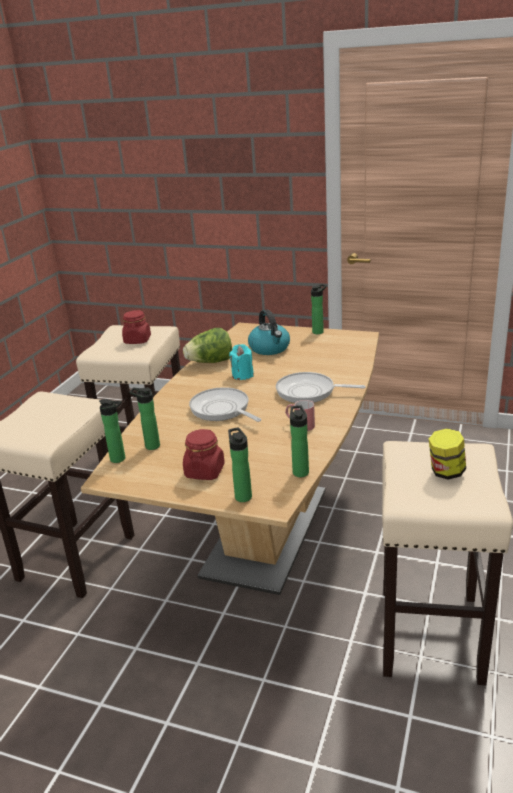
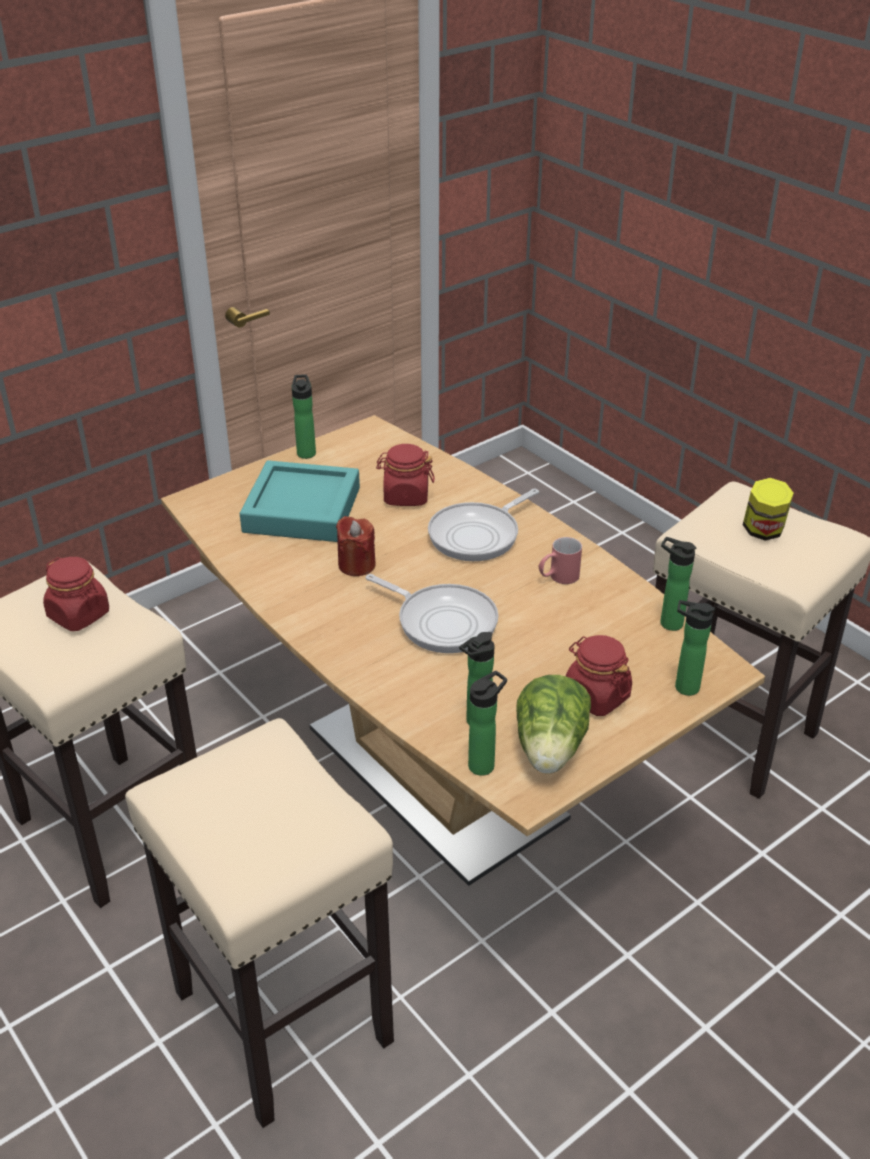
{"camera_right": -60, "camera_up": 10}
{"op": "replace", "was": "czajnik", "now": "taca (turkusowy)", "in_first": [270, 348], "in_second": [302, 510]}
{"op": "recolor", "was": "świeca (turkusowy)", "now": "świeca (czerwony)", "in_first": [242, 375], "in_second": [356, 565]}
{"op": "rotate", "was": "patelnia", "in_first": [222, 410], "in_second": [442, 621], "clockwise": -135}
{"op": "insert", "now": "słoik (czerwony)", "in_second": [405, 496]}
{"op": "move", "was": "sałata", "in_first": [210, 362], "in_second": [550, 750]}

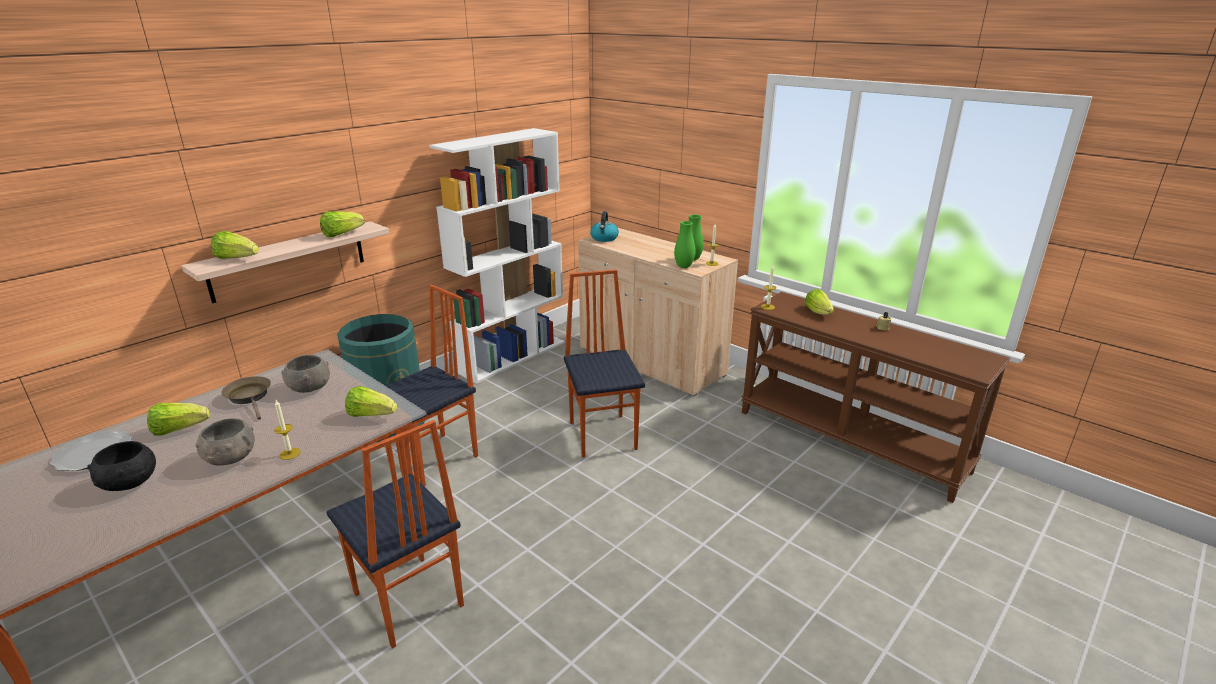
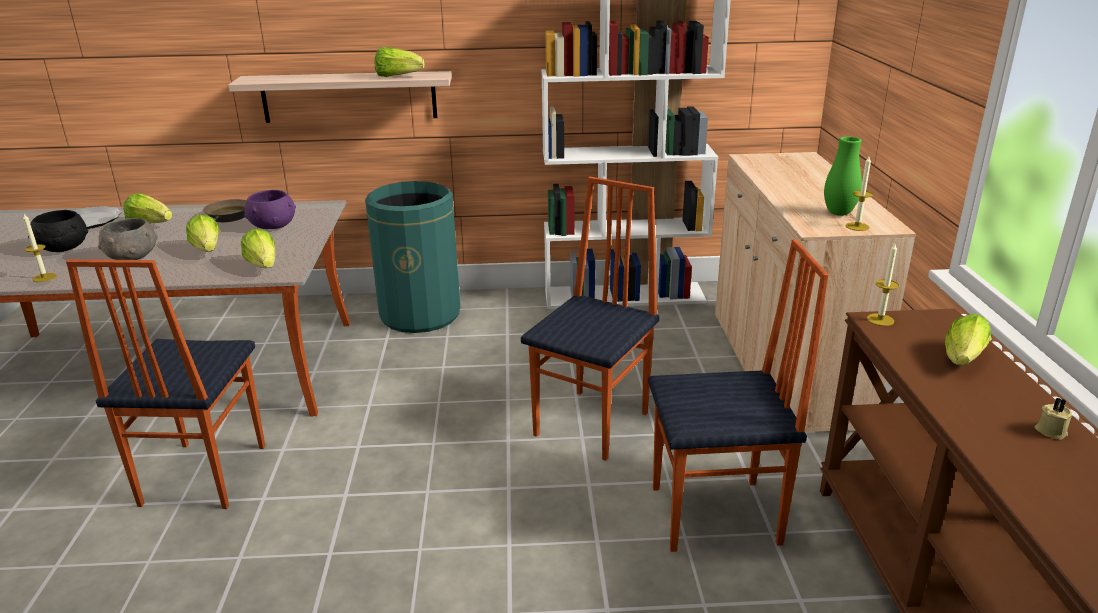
{"camera_right": 45, "camera_up": 0}
{"op": "move", "was": "świeca", "in_first": [290, 453], "in_second": [44, 277]}
{"op": "move", "was": "sałata", "in_first": [237, 258], "in_second": [207, 249]}
{"op": "recolor", "was": "miska (szary)", "now": "miska (fioletowy)", "in_first": [309, 387], "in_second": [272, 225]}
{"op": "move", "was": "krzesło", "in_first": [435, 459], "in_second": [717, 516]}
{"op": "delete", "was": "czajnik", "in_first": [604, 238]}
{"op": "delete", "was": "wazon (zielony)", "in_first": [684, 266]}

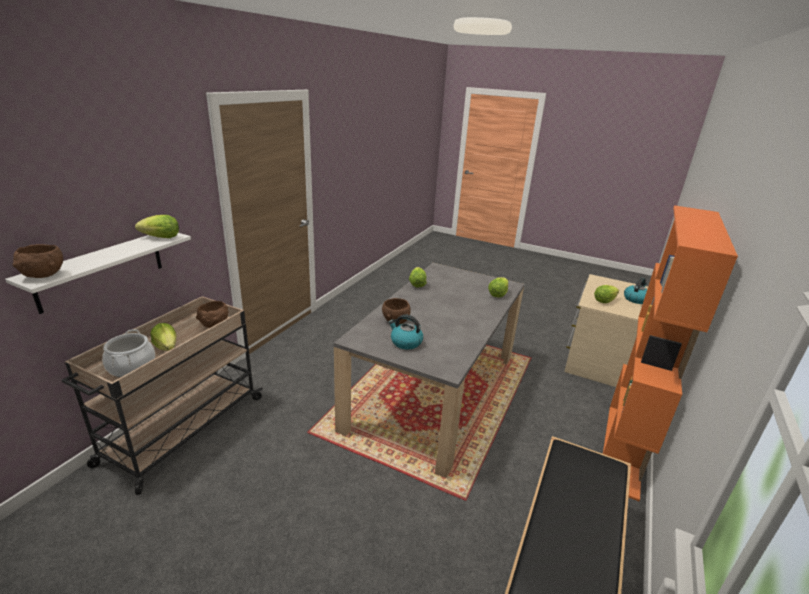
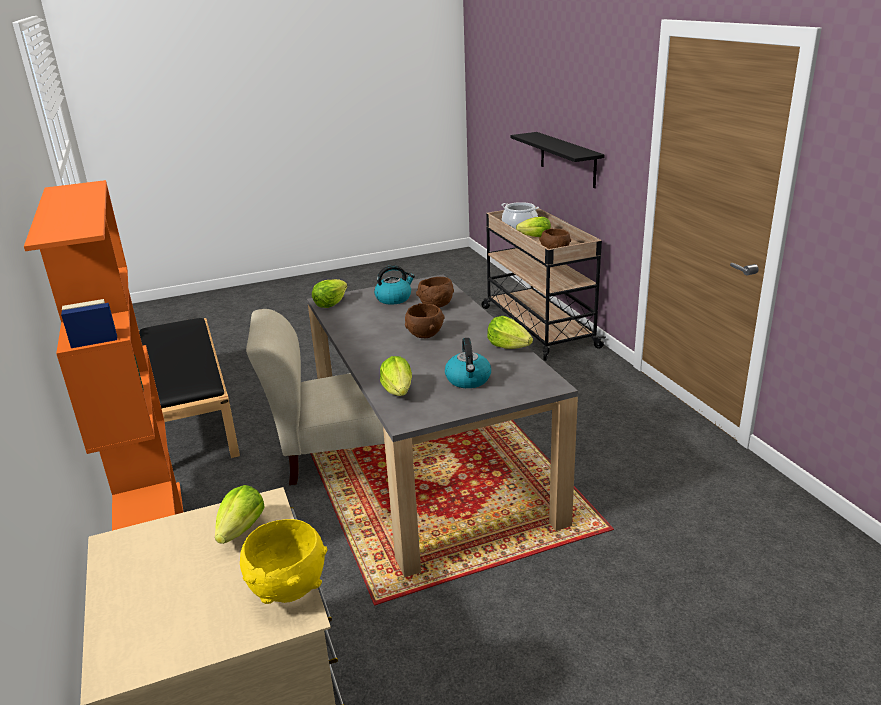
{"camera_right": 135, "camera_up": 0}
{"op": "insert", "now": "miska (żółty)", "in_second": [288, 591]}
{"op": "insert", "now": "krzesło (beżowy)", "in_second": [338, 453]}
{"op": "move", "was": "sałata", "in_first": [161, 238], "in_second": [330, 304]}
{"op": "move", "was": "miska (brązowy)", "in_first": [44, 275], "in_second": [424, 335]}
{"op": "move", "was": "czajnik", "in_first": [635, 299], "in_second": [468, 380]}
{"op": "recolor", "was": "półka (biały)", "now": "półka (czarny)", "in_first": [101, 269], "in_second": [567, 159]}

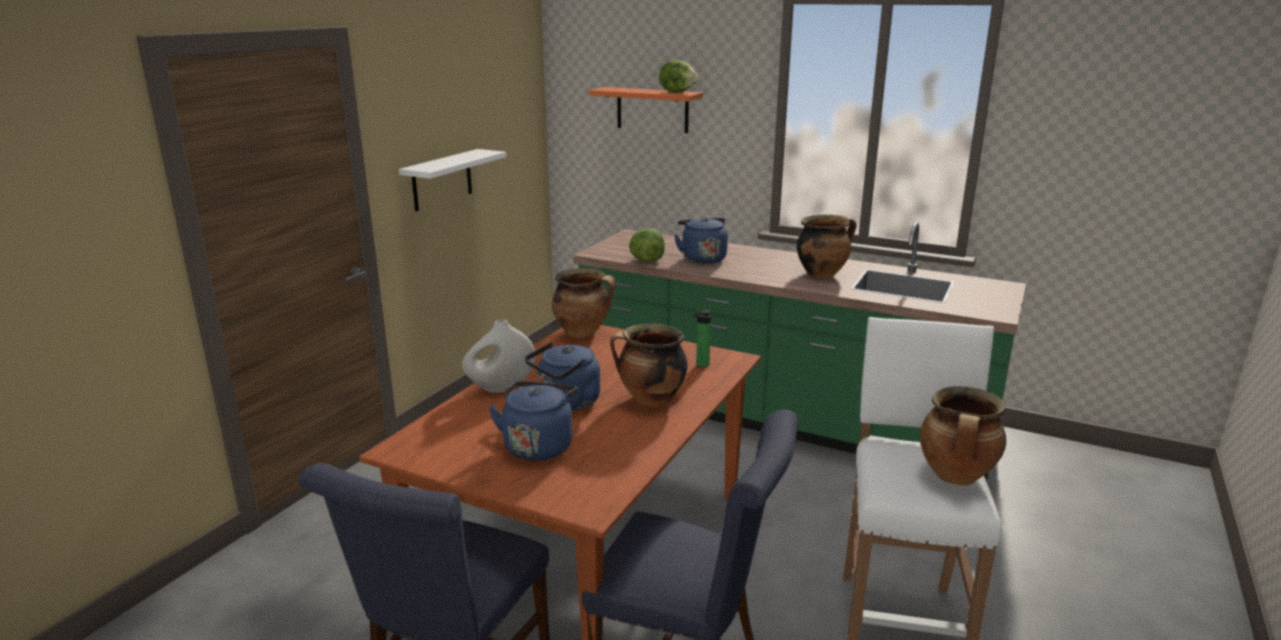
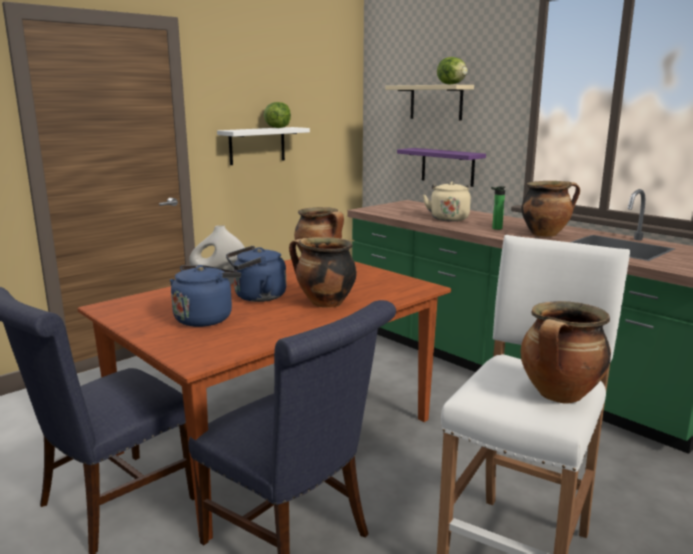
{"camera_right": 20, "camera_up": -5}
{"op": "move", "was": "sałata", "in_first": [647, 260], "in_second": [277, 128]}
{"op": "recolor", "was": "półka (pomarańczowy)", "now": "półka (beżowy)", "in_first": [652, 110], "in_second": [436, 102]}
{"op": "insert", "now": "półka (fioletowy)", "in_second": [447, 167]}
{"op": "recolor", "was": "czajnik (niebieski)", "now": "czajnik (beżowy)", "in_first": [702, 258], "in_second": [448, 218]}
{"op": "move", "was": "butelka", "in_first": [700, 364], "in_second": [495, 228]}

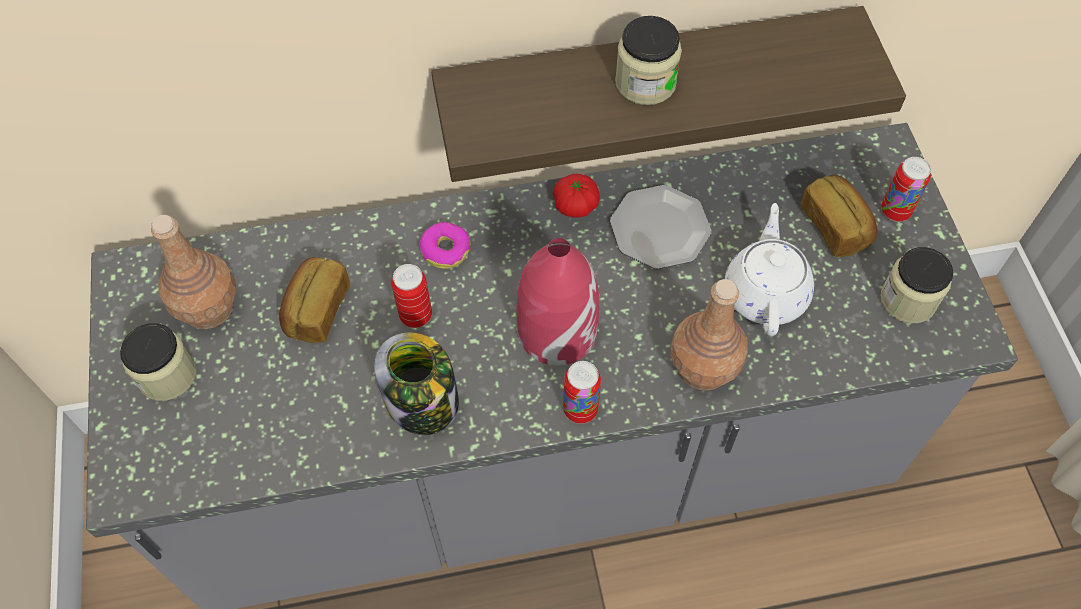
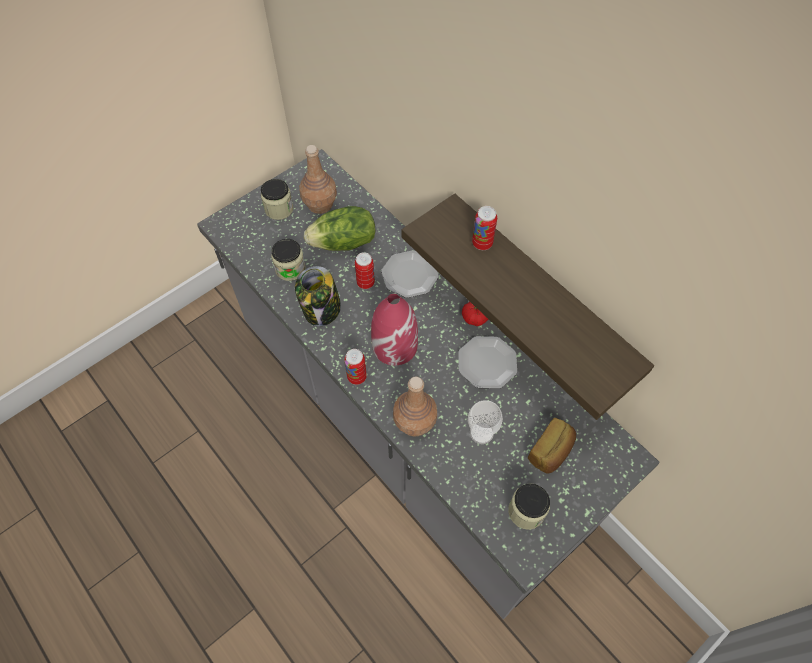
{"camera_right": 60, "camera_up": 0}
{"op": "move", "was": "słoik", "in_first": [645, 83], "in_second": [290, 269]}
{"op": "replace", "was": "chleb", "now": "sałata", "in_first": [316, 310], "in_second": [344, 243]}
{"op": "replace", "was": "donut", "now": "talerz", "in_first": [445, 250], "in_second": [410, 276]}
{"op": "replace", "was": "imbryk (biały)", "now": "filiżanka", "in_first": [765, 292], "in_second": [481, 433]}
{"op": "move", "was": "puszka", "in_first": [895, 211], "in_second": [482, 243]}

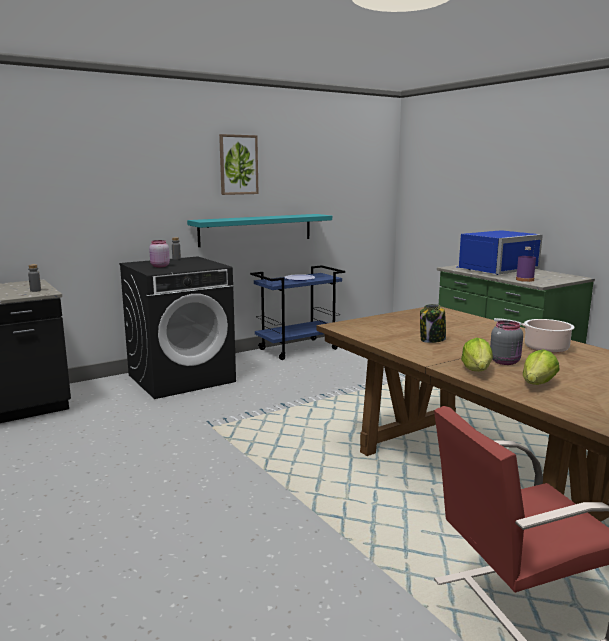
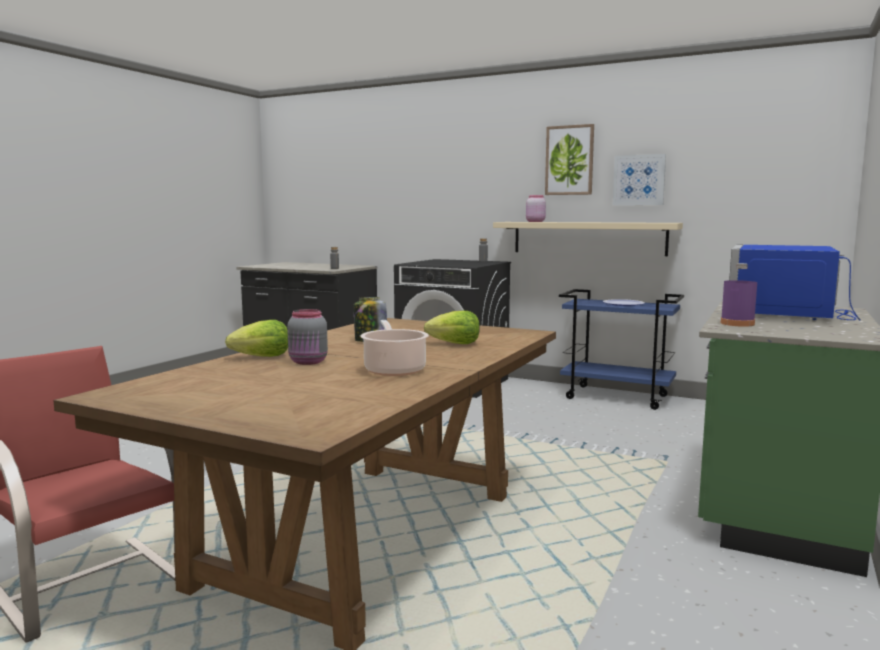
{"camera_right": 60, "camera_up": -5}
{"op": "move", "was": "sałata", "in_first": [538, 384], "in_second": [455, 344]}
{"op": "recolor", "was": "półka (turkusowy)", "now": "półka (beżowy)", "in_first": [256, 229], "in_second": [588, 238]}
{"op": "move", "was": "słoik (różowy)", "in_first": [159, 266], "in_second": [534, 222]}
{"op": "insert", "now": "obraz", "in_second": [639, 180]}
{"op": "rotate", "was": "mikrofalówka (niebieski)", "in_first": [494, 269], "in_second": [788, 313], "clockwise": 90}

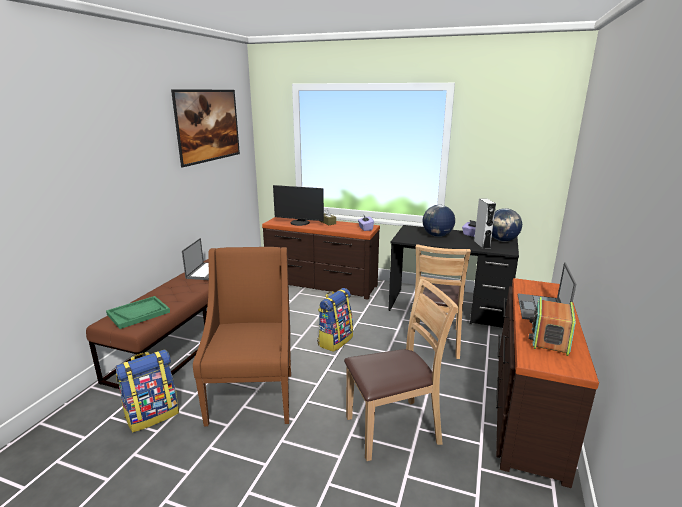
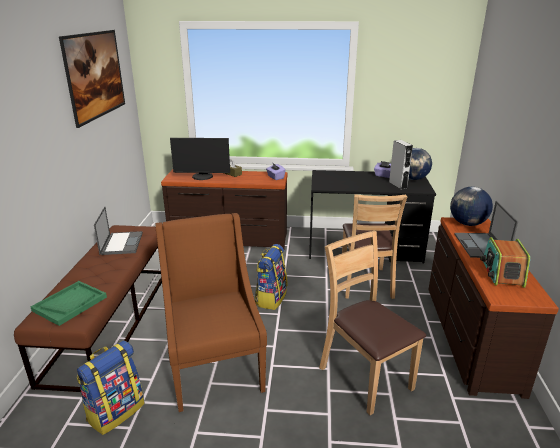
{"camera_right": -15, "camera_up": 5}
{"op": "rotate", "was": "krzesło (brązowy)", "in_first": [393, 429], "in_second": [365, 377], "clockwise": -90}
{"op": "move", "was": "globus", "in_first": [437, 236], "in_second": [467, 224]}

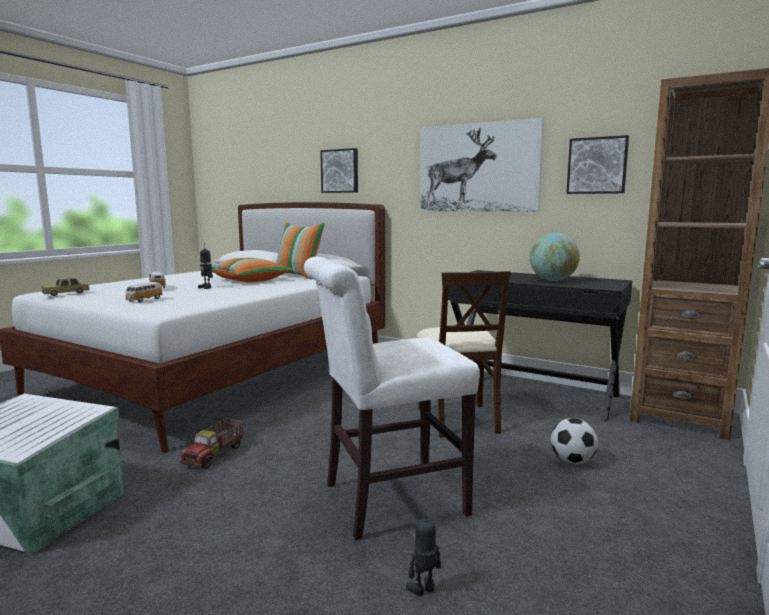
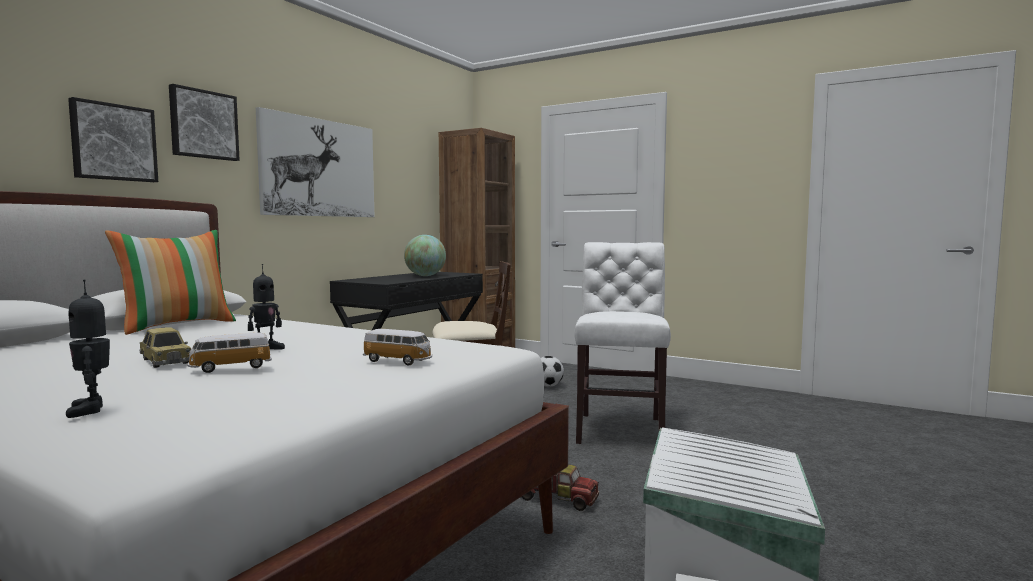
{"camera_right": -90, "camera_up": -5}
{"op": "move", "was": "robot zabawkowy", "in_first": [423, 590], "in_second": [91, 410]}
{"op": "move", "was": "samochodzik", "in_first": [66, 293], "in_second": [165, 361]}
{"op": "move", "was": "obraz", "in_first": [597, 165], "in_second": [203, 124]}
{"op": "rotate", "was": "krzesło (biały)", "in_first": [387, 500], "in_second": [620, 429], "clockwise": -150}
{"op": "delete", "was": "poduszka", "in_first": [250, 280]}

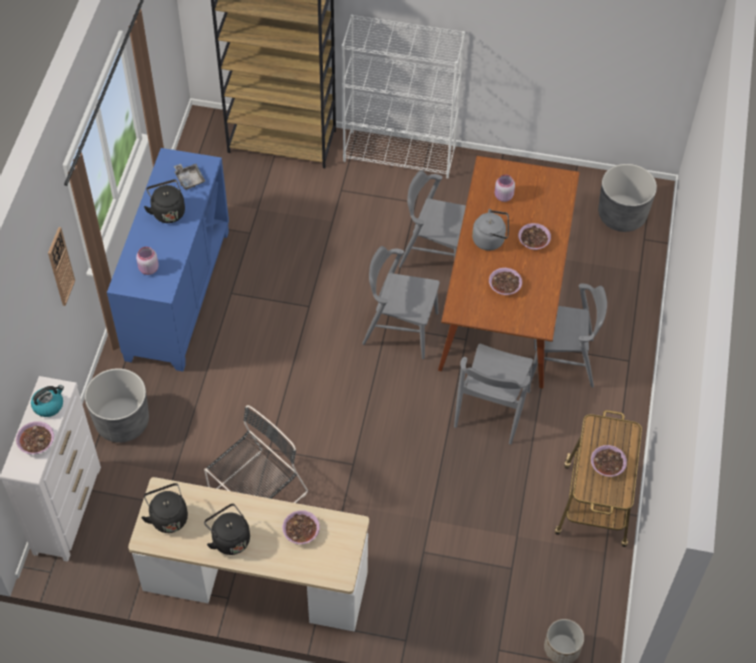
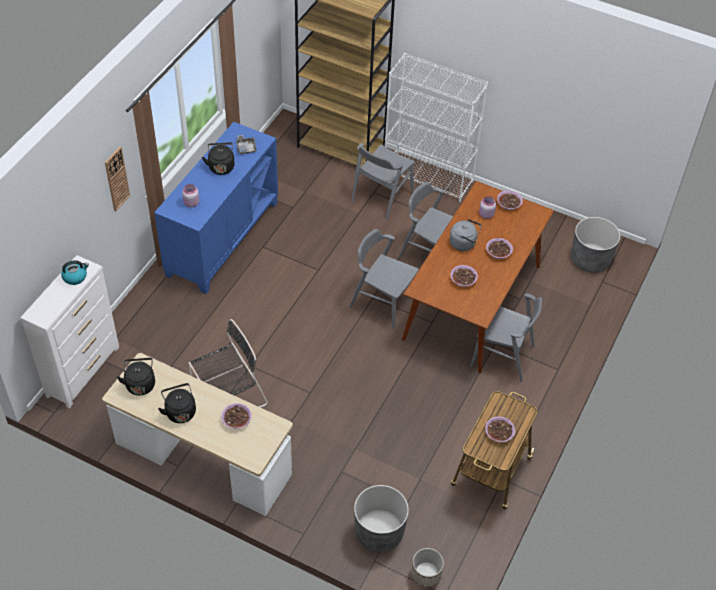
{"camera_right": 15, "camera_up": -5}
{"op": "move", "was": "krzesło (szary)", "in_first": [491, 409], "in_second": [382, 197]}
{"op": "move", "was": "donica (szary)", "in_first": [122, 422], "in_second": [379, 532]}
{"op": "move", "was": "miska", "in_first": [37, 442], "in_second": [509, 203]}

